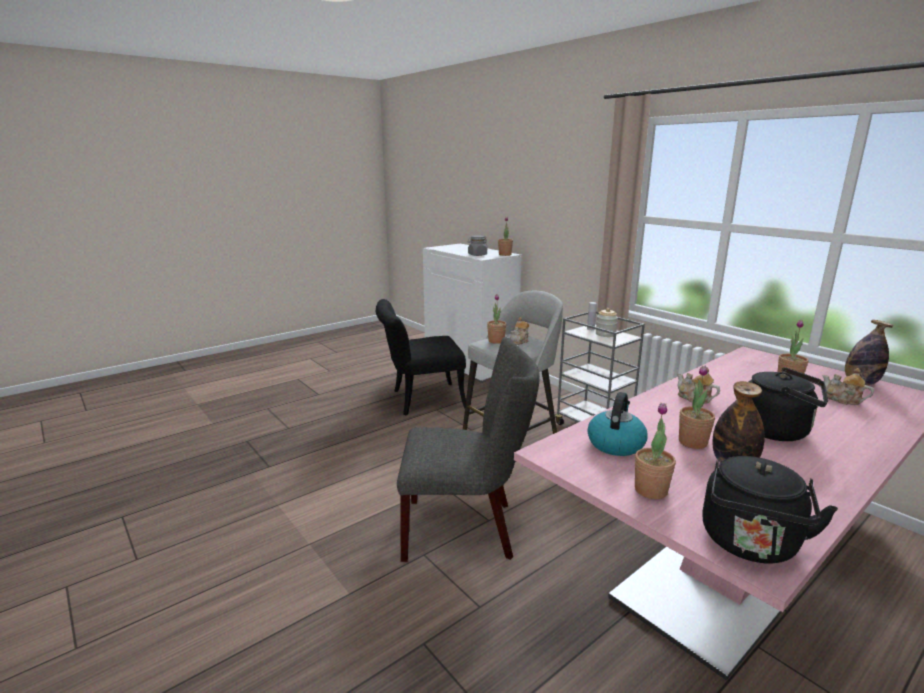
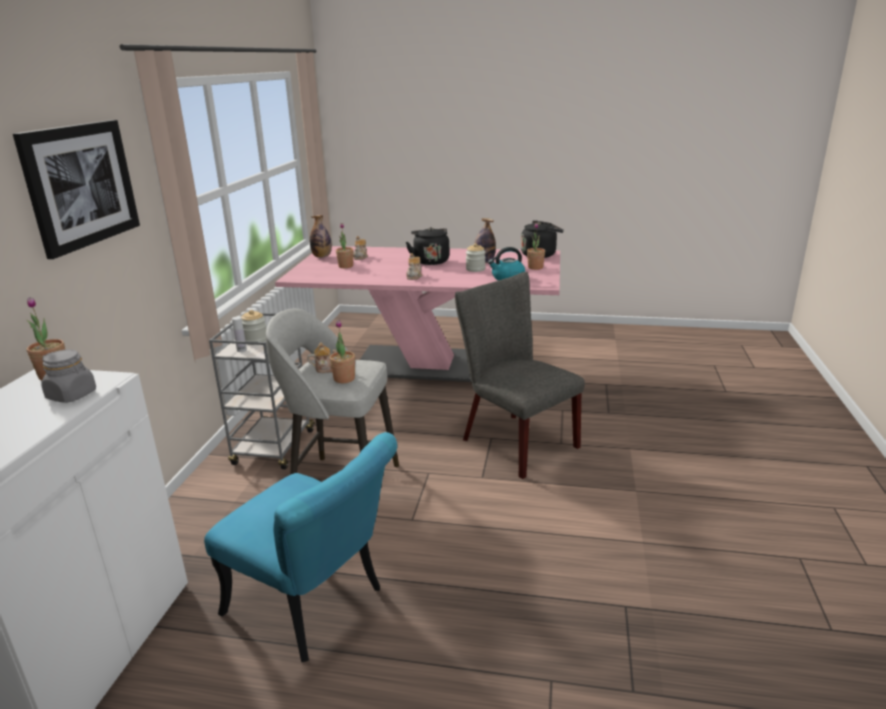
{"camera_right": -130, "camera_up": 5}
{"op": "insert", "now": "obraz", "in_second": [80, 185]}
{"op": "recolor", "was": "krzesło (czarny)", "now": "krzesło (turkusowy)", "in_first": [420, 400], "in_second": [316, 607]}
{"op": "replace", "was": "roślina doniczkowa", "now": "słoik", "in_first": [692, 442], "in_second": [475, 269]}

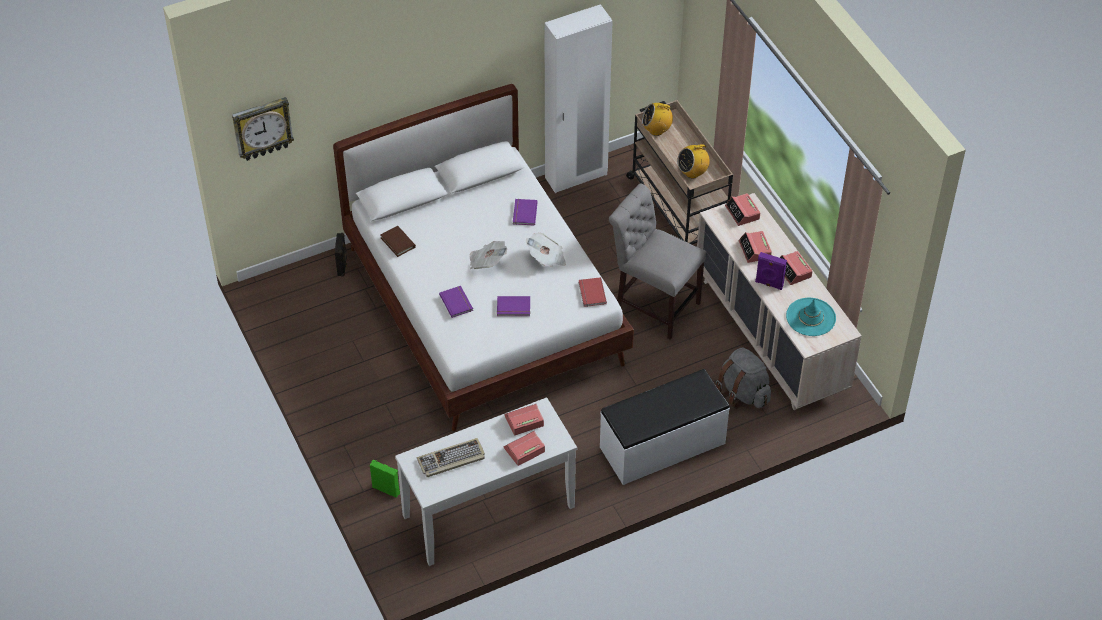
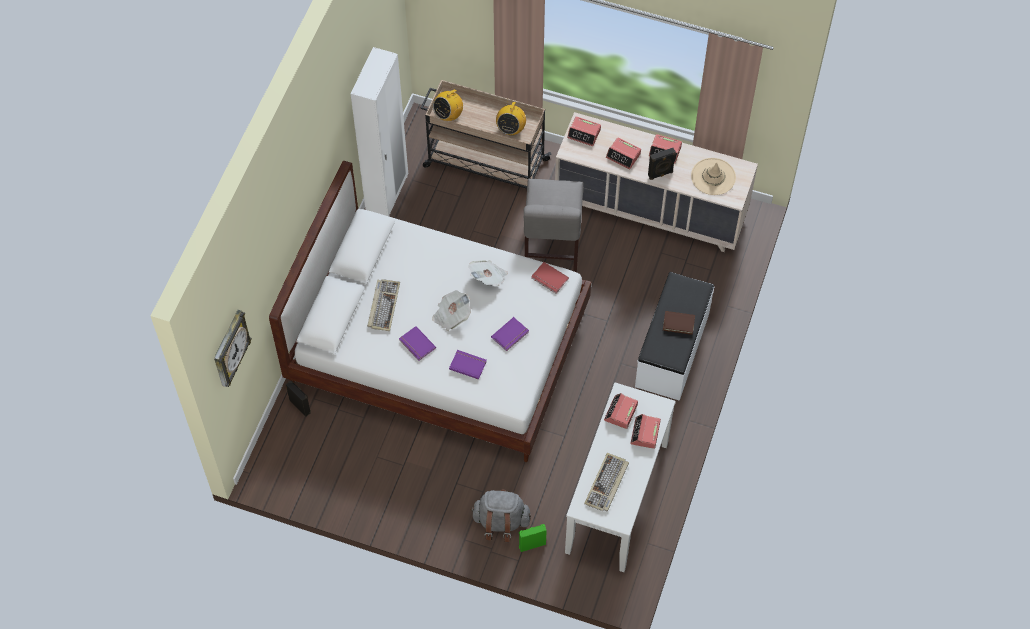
{"camera_right": -45, "camera_up": 10}
{"op": "insert", "now": "klawiatura", "in_second": [383, 305]}
{"op": "move", "was": "książka (fioletowy)", "in_first": [523, 213], "in_second": [416, 345]}
{"op": "move", "was": "plecak (szary)", "in_first": [743, 393], "in_second": [501, 522]}
{"op": "rotate", "was": "krzesło (szary)", "in_first": [653, 304], "in_second": [551, 251], "clockwise": -75}
{"op": "recolor", "was": "głośnik (fioletowy)", "now": "głośnik (czarny)", "in_first": [769, 284], "in_second": [660, 174]}
{"op": "move", "was": "książka (brązowy)", "in_first": [398, 242], "in_second": [678, 323]}
{"op": "recolor", "was": "kapelusz (turkusowy)", "now": "kapelusz (beżowy)", "in_first": [811, 317], "in_second": [713, 176]}

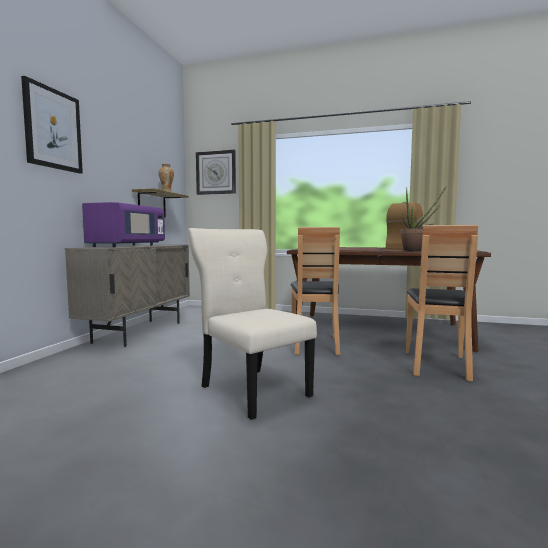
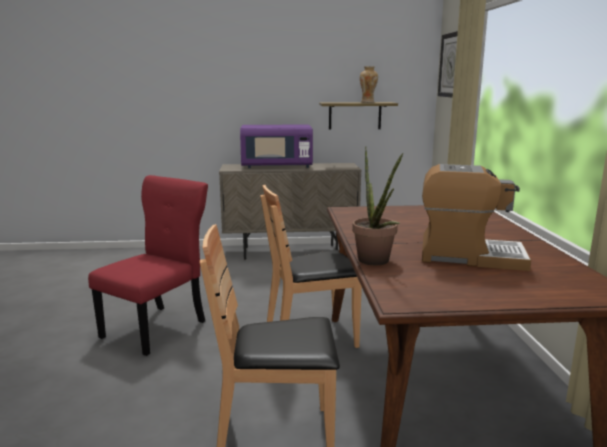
{"camera_right": 70, "camera_up": 10}
{"op": "recolor", "was": "krzesło (beżowy)", "now": "krzesło (czerwony)", "in_first": [252, 390], "in_second": [158, 328]}
{"op": "delete", "was": "obraz", "in_first": [53, 129]}

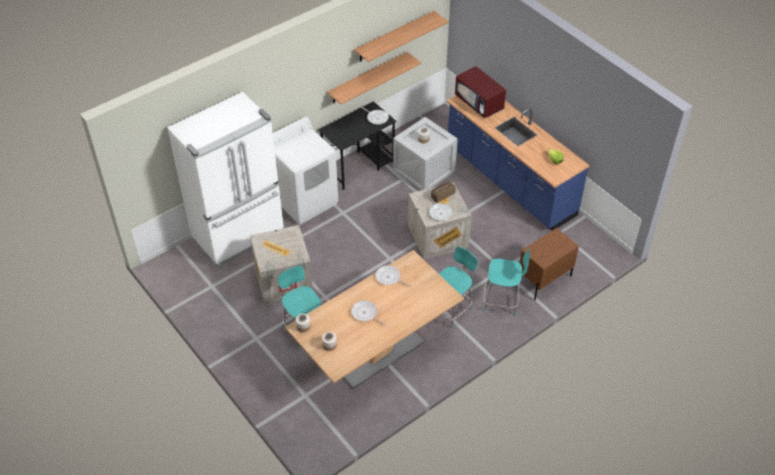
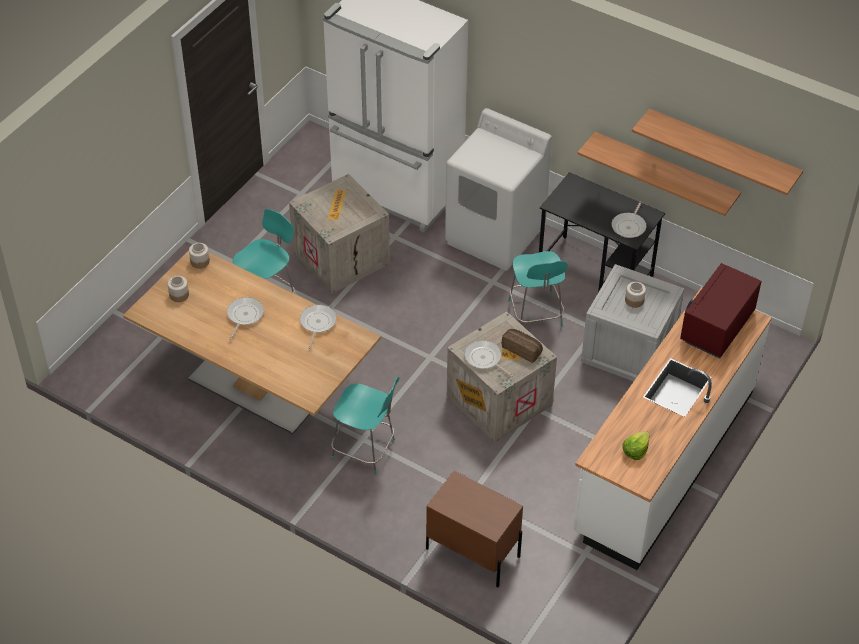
{"camera_right": 70, "camera_up": 0}
{"op": "move", "was": "krzesło (turkusowy)", "in_first": [502, 301], "in_second": [535, 315]}
{"op": "recolor", "was": "zabudowa kuchenna (niebieski)", "now": "zabudowa kuchenna (biały)", "in_first": [509, 181], "in_second": [663, 461]}

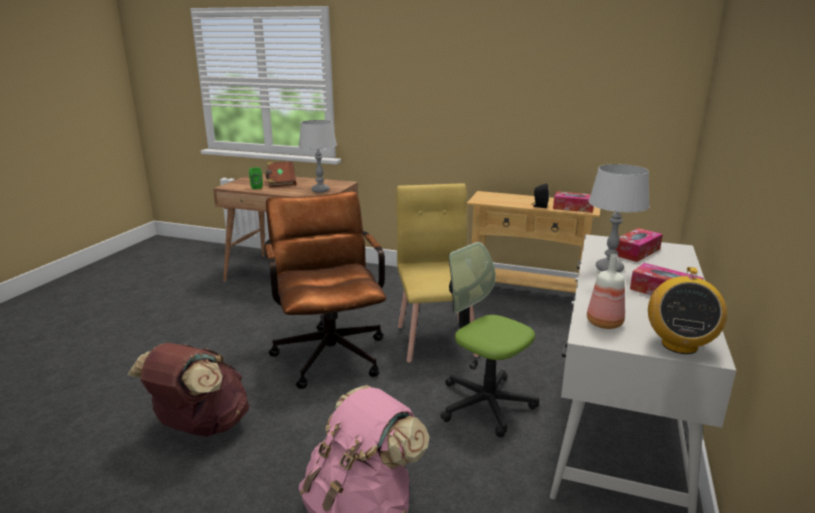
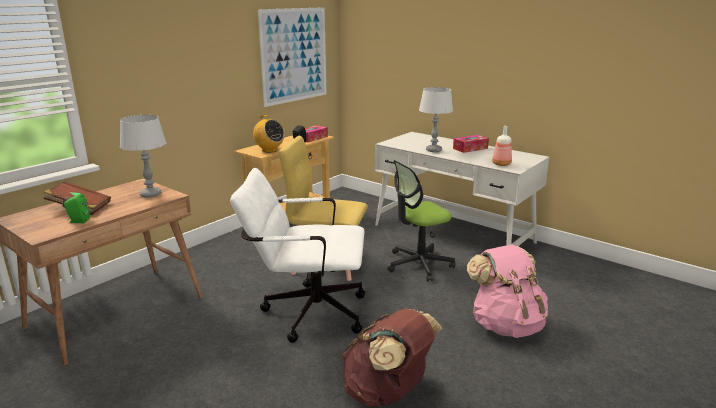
{"camera_right": -70, "camera_up": 0}
{"op": "recolor", "was": "krzesło biurowe (brązowy)", "now": "krzesło biurowe (biały)", "in_first": [329, 351], "in_second": [306, 311]}
{"op": "move", "was": "radio", "in_first": [679, 345], "in_second": [269, 150]}
{"op": "insert", "now": "obraz", "in_second": [294, 55]}
{"op": "delete", "was": "pudełko chusteczek", "in_first": [636, 252]}

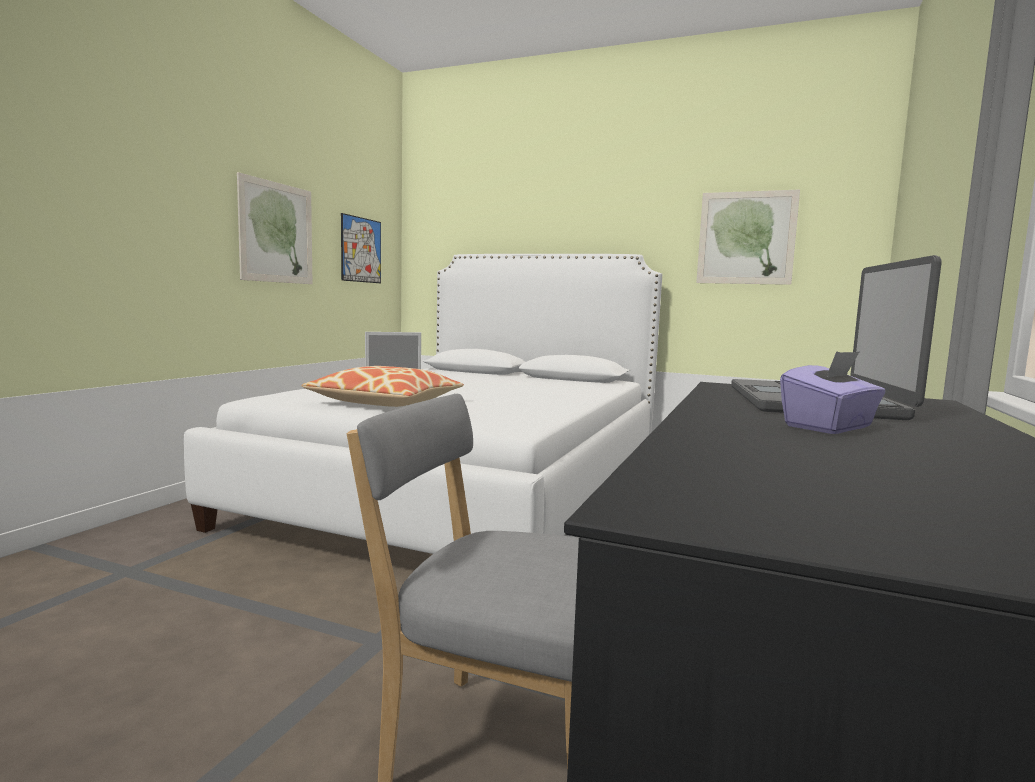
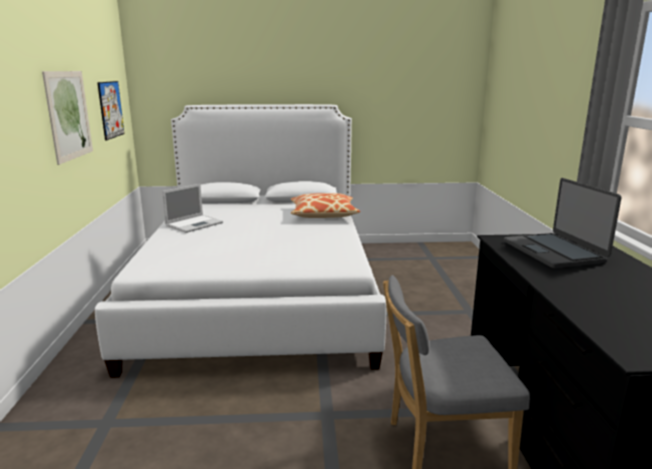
{"camera_right": -25, "camera_up": 10}
{"op": "move", "was": "poduszka", "in_first": [386, 402], "in_second": [323, 214]}
{"op": "delete", "was": "obraz", "in_first": [746, 238]}
{"op": "delete", "was": "pudełko chusteczek (fioletowy)", "in_first": [829, 427]}

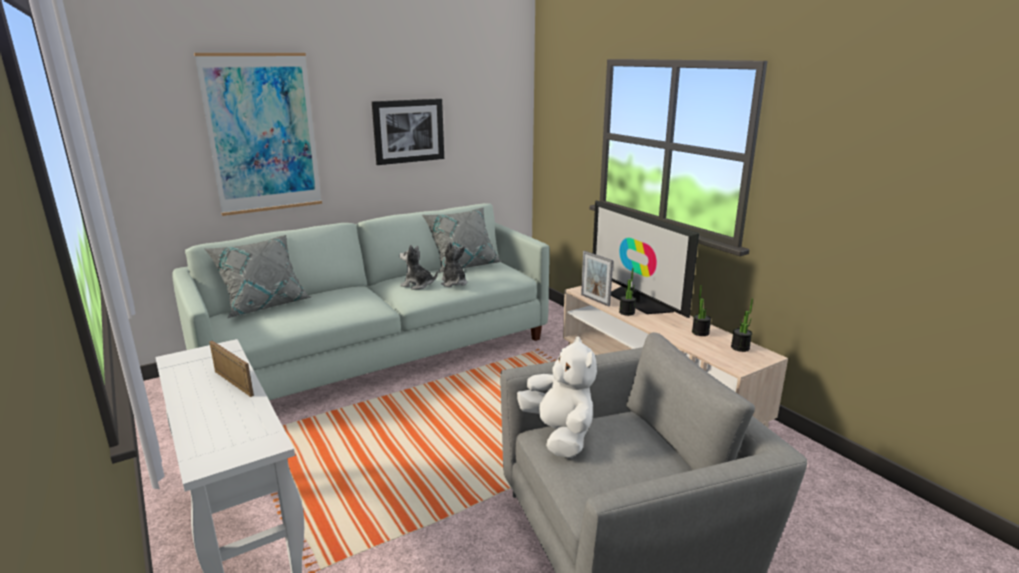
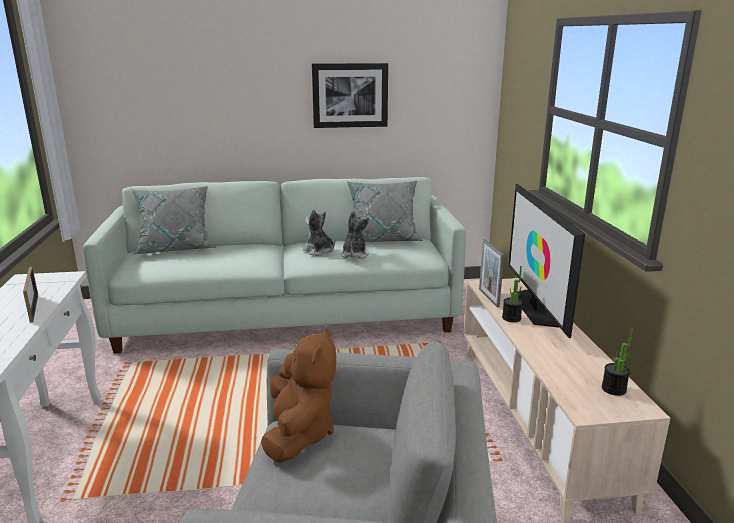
{"camera_right": 25, "camera_up": 0}
{"op": "recolor", "was": "pluszak (biały)", "now": "pluszak (brązowy)", "in_first": [559, 435], "in_second": [299, 434]}
{"op": "delete", "was": "obraz", "in_first": [262, 134]}
{"op": "delete", "was": "roślina doniczkowa", "in_first": [700, 332]}

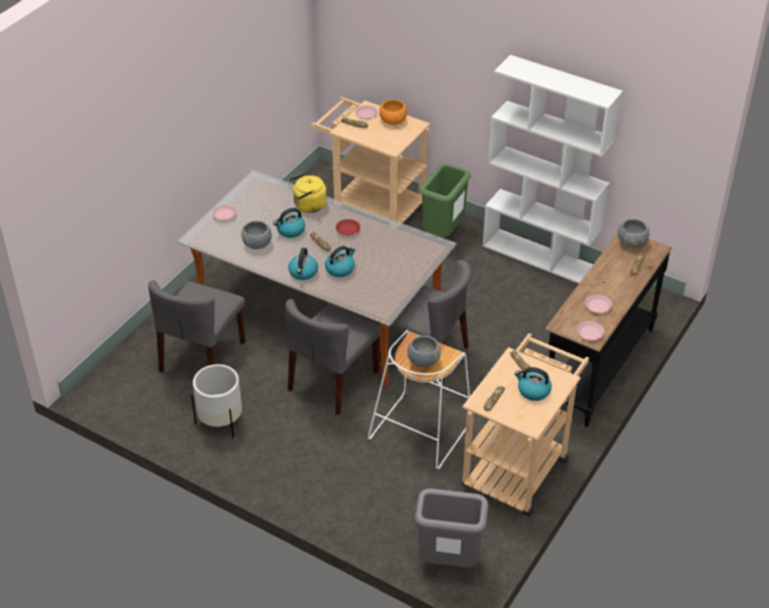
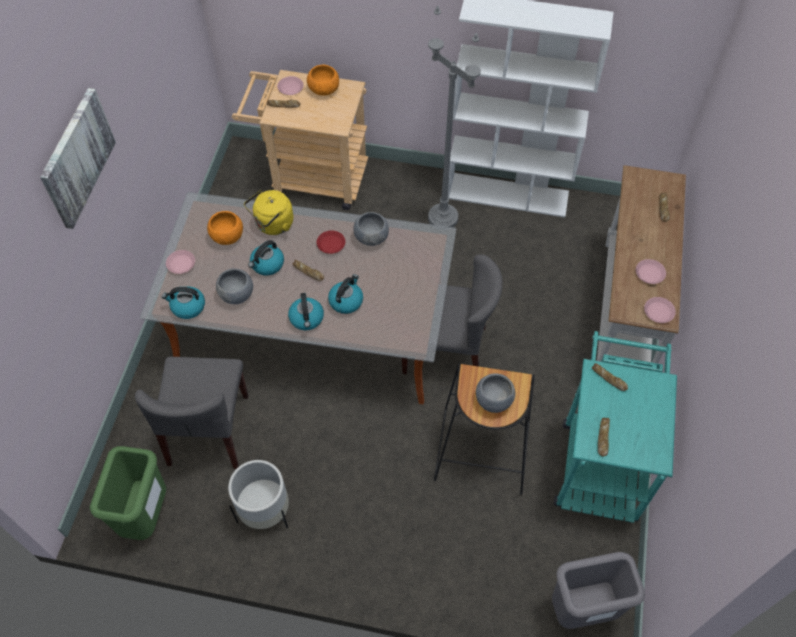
{"camera_right": -20, "camera_up": 15}
{"op": "insert", "now": "obraz", "in_second": [76, 157]}
{"op": "move", "was": "kosz na śmieci (zielony)", "in_first": [443, 234], "in_second": [147, 516]}
{"op": "move", "was": "czajnik", "in_first": [533, 391], "in_second": [187, 307]}
{"op": "insert", "now": "miska (pomarańczowy)", "in_second": [227, 236]}
{"op": "move", "was": "miska (szary)", "in_first": [631, 242], "in_second": [371, 237]}
{"op": "insert", "now": "lampa stojąca (szary)", "in_second": [442, 218]}
{"op": "recolor", "was": "stołek (biały)", "now": "stołek (czarny)", "in_first": [420, 430], "in_second": [481, 449]}
{"op": "recolor", "was": "wózek (beżowy)", "now": "wózek (turkusowy)", "in_first": [519, 465], "in_second": [599, 460]}
{"op": "recolor", "was": "stolik konsolowy (czarny)", "now": "stolik konsolowy (biały)", "in_first": [597, 367], "in_second": [621, 312]}
{"op": "delete", "was": "krzesło (szary)", "in_first": [333, 381]}

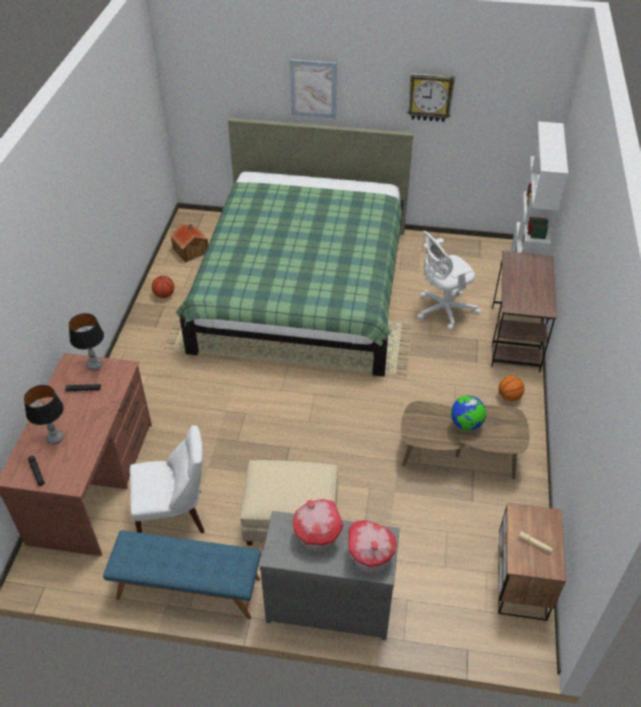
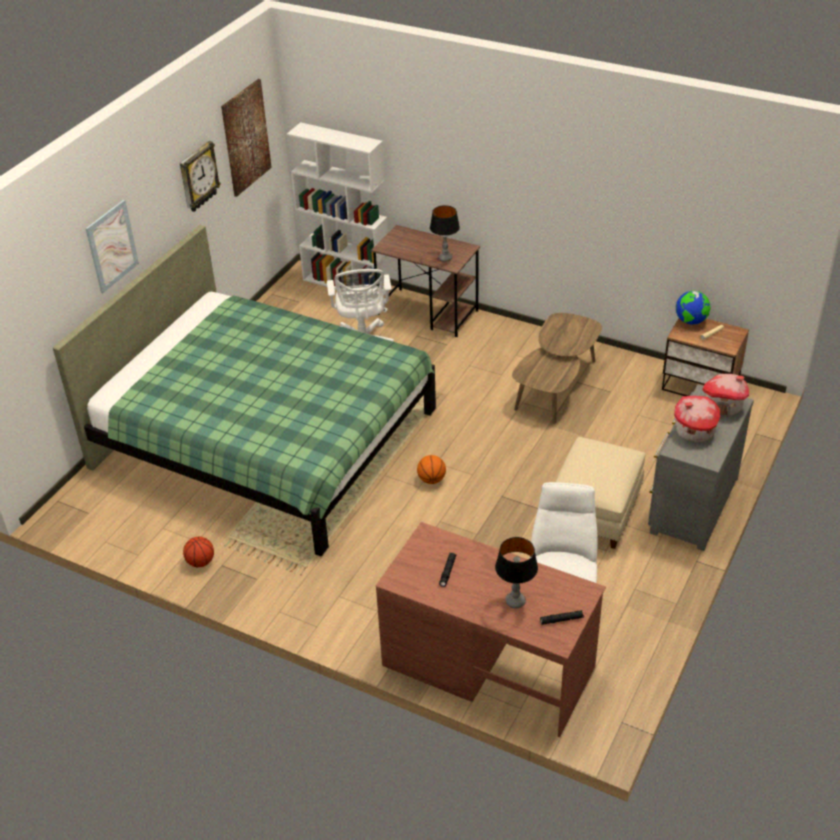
{"camera_right": -70, "camera_up": -5}
{"op": "insert", "now": "obraz", "in_second": [245, 137]}
{"op": "move", "was": "piłka do koszykówki", "in_first": [509, 396], "in_second": [431, 480]}
{"op": "move", "was": "lampa stołowa", "in_first": [94, 365], "in_second": [445, 258]}
{"op": "move", "was": "globus", "in_first": [466, 424], "in_second": [691, 321]}
{"op": "delete", "was": "ławka (niebieski)", "in_first": [188, 589]}
{"op": "delete", "was": "domek", "in_first": [191, 250]}

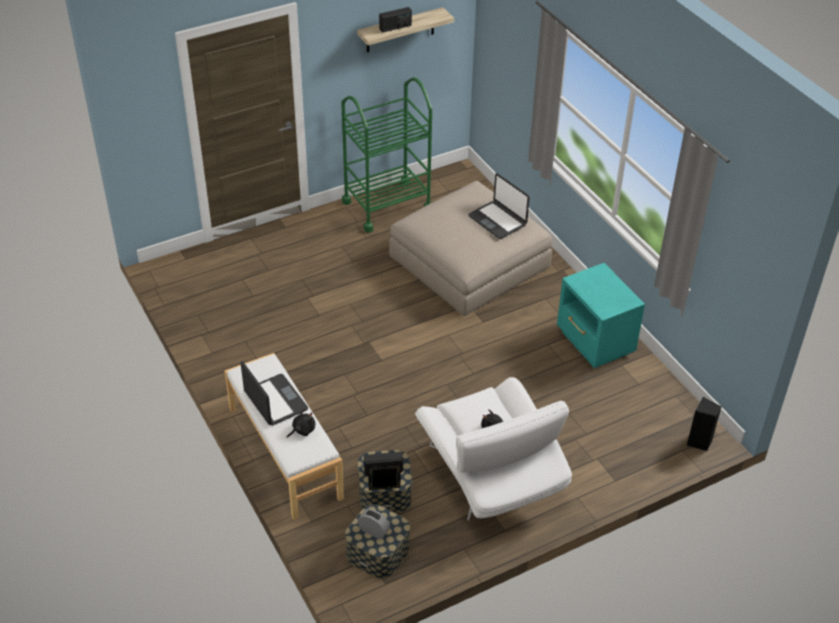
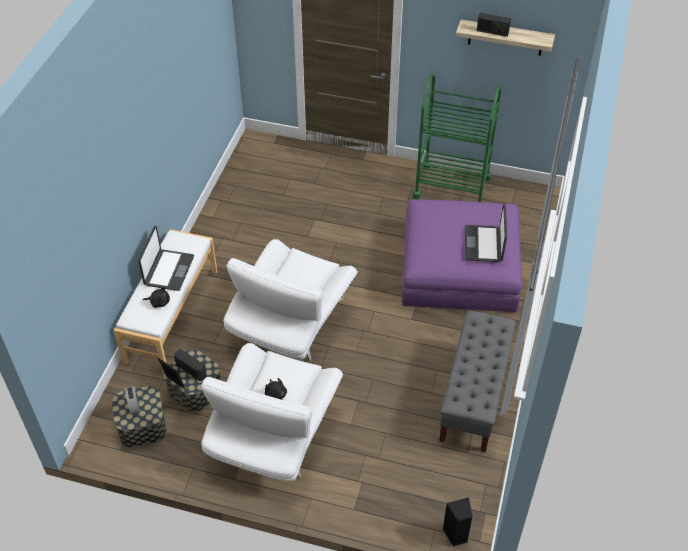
{"camera_right": 45, "camera_up": 5}
{"op": "insert", "now": "fotel (biały)", "in_second": [291, 323]}
{"op": "recolor", "was": "pufa (beżowy)", "now": "pufa (fioletowy)", "in_first": [469, 261], "in_second": [459, 267]}
{"op": "replace", "was": "szafka nocna (turkusowy)", "now": "ławka (szary)", "in_first": [594, 344], "in_second": [474, 396]}

